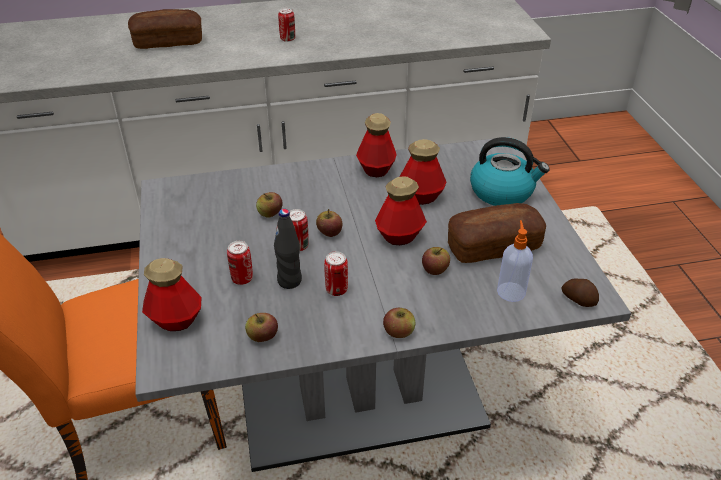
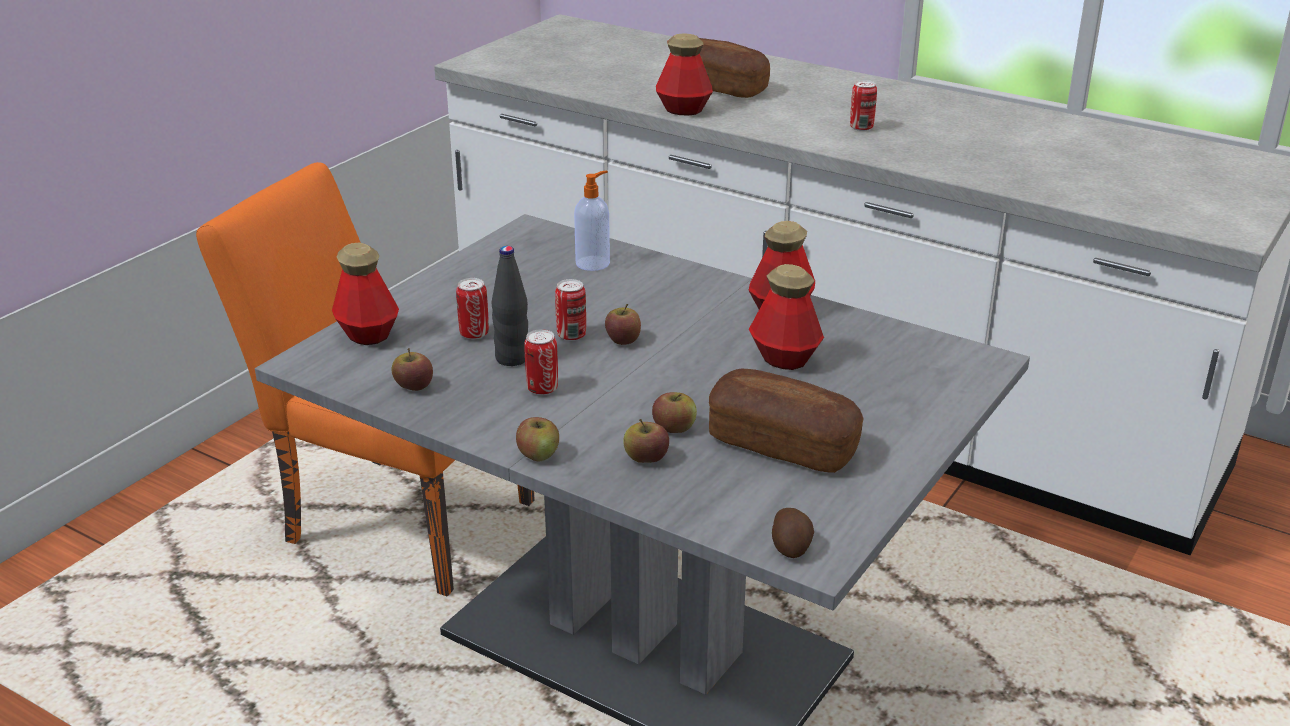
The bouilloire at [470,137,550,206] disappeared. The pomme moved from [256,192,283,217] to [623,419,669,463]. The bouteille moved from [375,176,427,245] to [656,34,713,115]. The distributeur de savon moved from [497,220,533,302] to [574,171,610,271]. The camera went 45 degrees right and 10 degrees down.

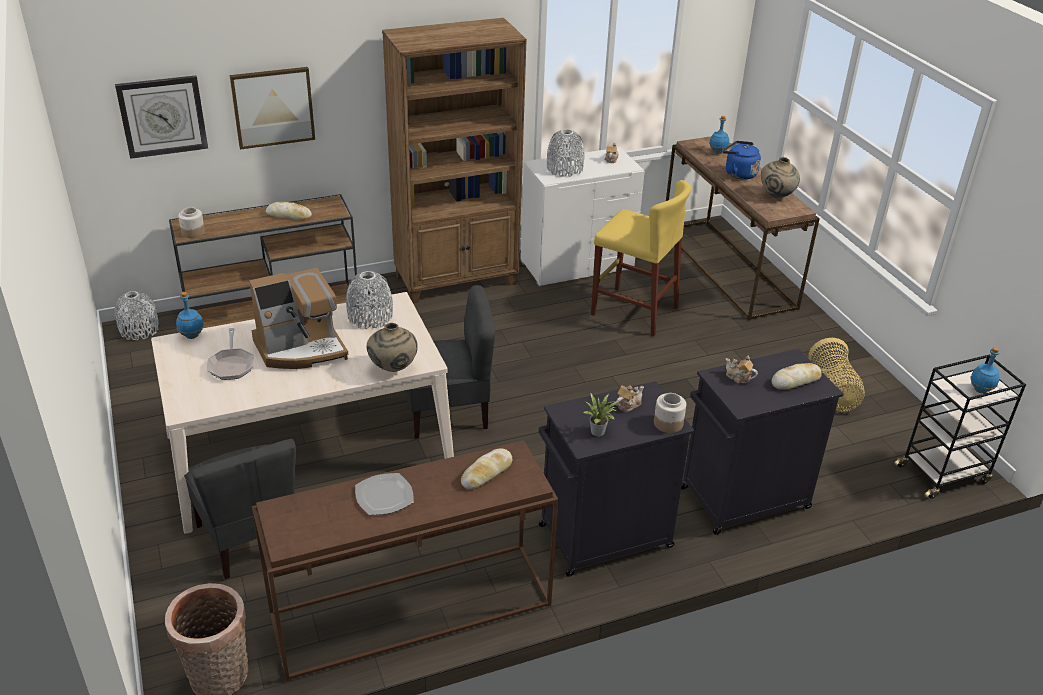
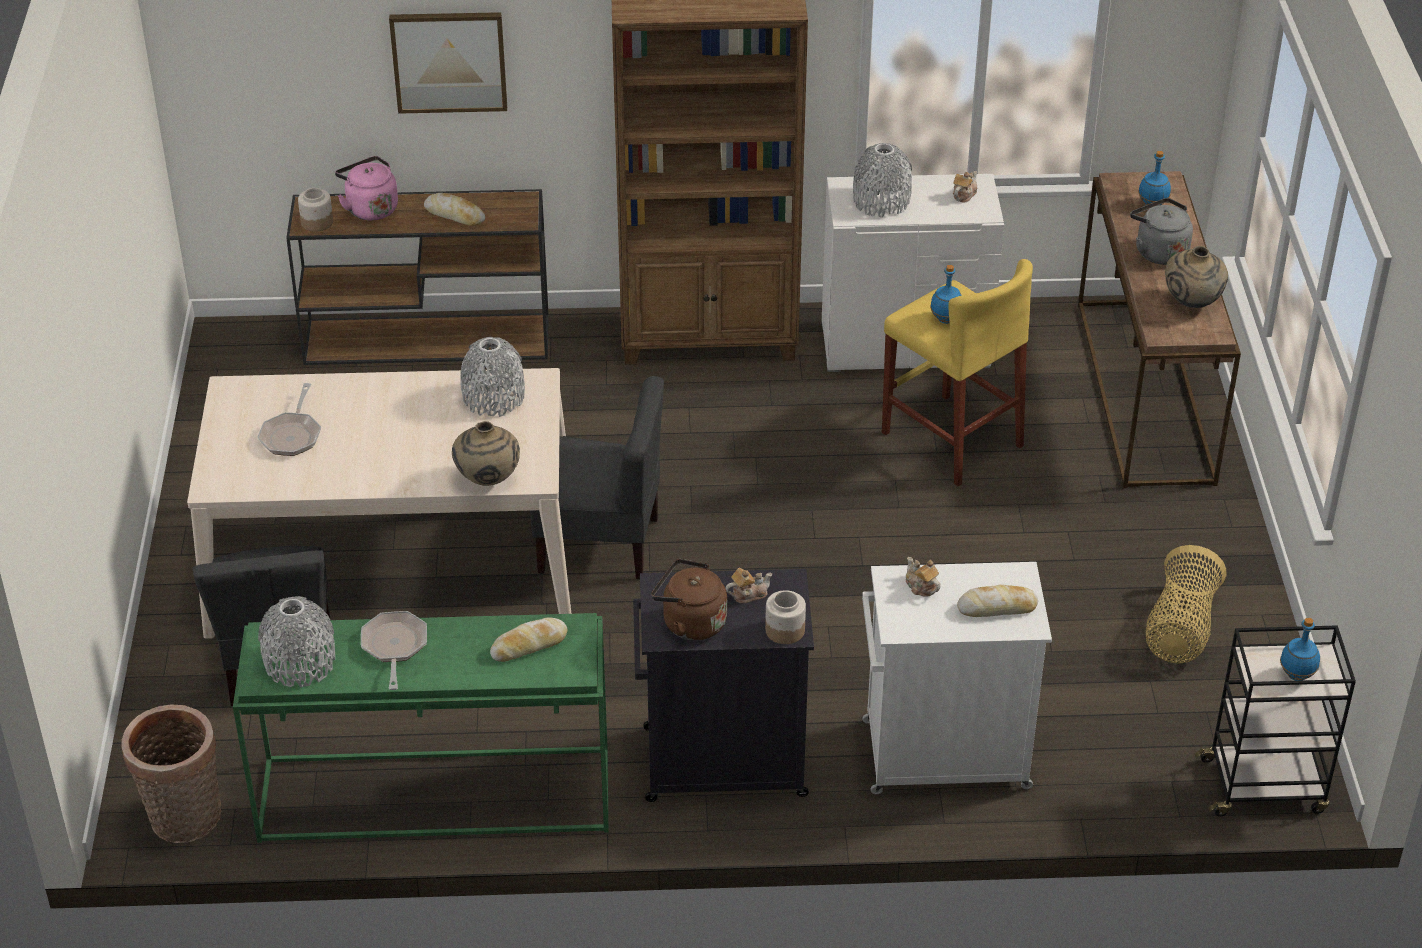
The horloge murale at [115,75,208,159] disappeared. The machine à café at [249,268,348,369] disappeared. The bouilloire (rose) at [335,156,398,221] appeared. The vase (gris) moved from [114,291,159,340] to [258,596,335,687]. The bouteille (bleu) moved from [176,292,204,339] to [930,265,962,324]. The assiette at [355,473,414,515] was replaced by the poêle at [361,611,427,690]. The plante en pot at [583,393,620,436] was replaced by the bouilloire (marron) at [651,559,727,640]. The table console (marron) at [252,441,558,682] became the table console (vert) at [233,613,609,843]. The meuble de rangement (noir) at [681,349,844,535] became the meuble de rangement (blanc) at [862,562,1052,794]. The bouilloire (bleu) at [722,141,761,180] became the bouilloire (gris) at [1130,198,1193,265]. The camera went 20 degrees right and 5 degrees up.

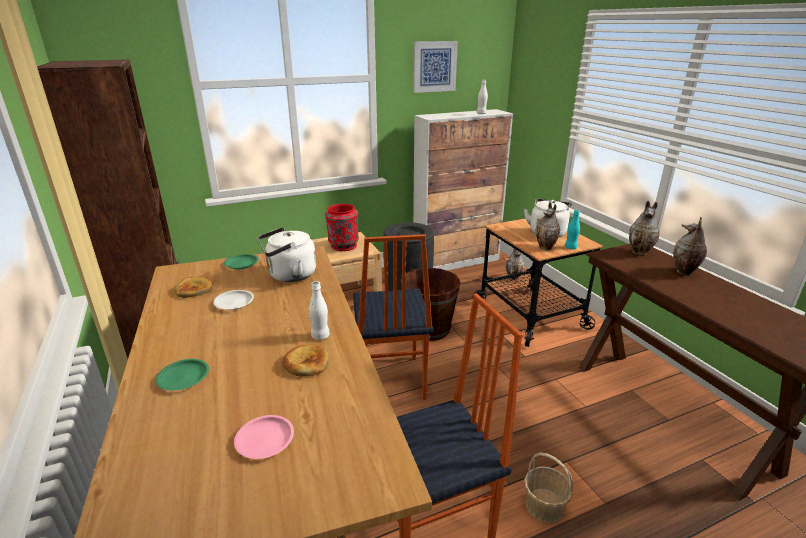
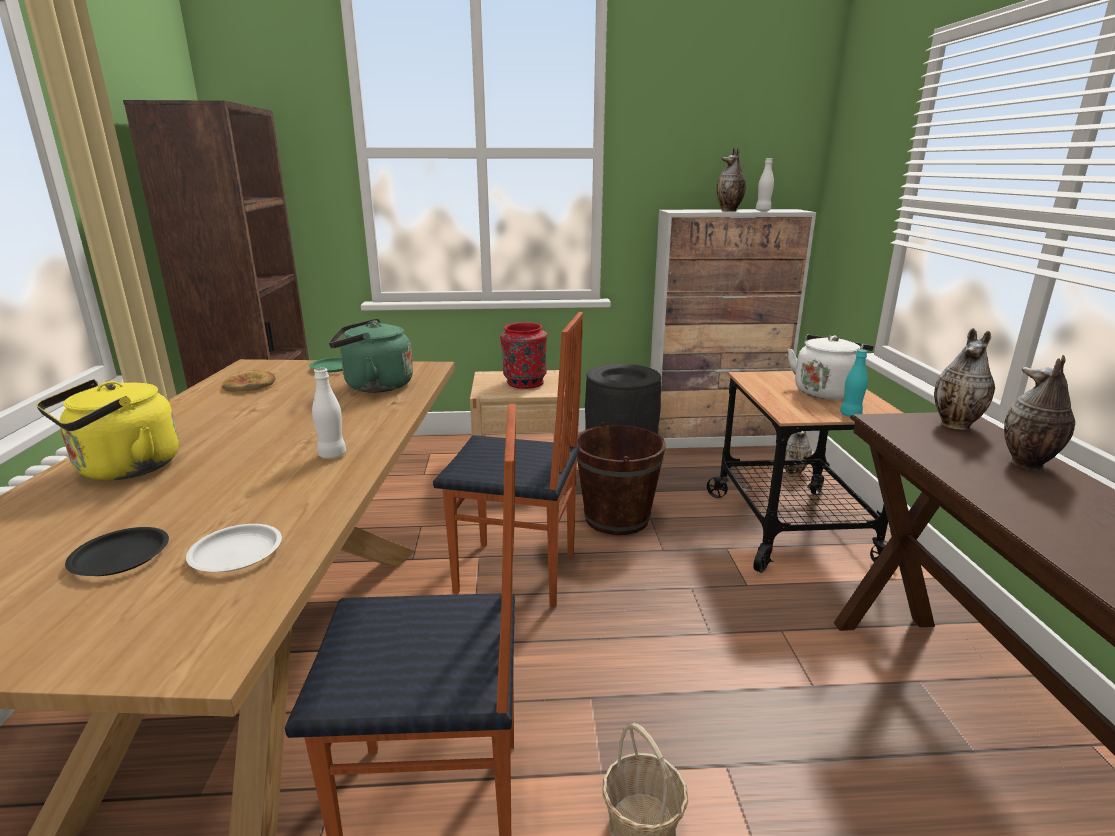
The pain at [282,345,329,376] disappeared. The tableau at [413,41,458,93] disappeared. The assiette (blanc) moved from [213,290,254,310] to [186,524,282,572]. The vase moved from [536,202,560,250] to [717,148,746,211]. The assiette (vert) at [156,359,209,390] was replaced by the bouilloire (jaune) at [36,379,179,481]. The assiette (rose) at [234,415,294,459] became the assiette (noir) at [65,527,169,576]. The bouilloire (blanc) at [257,227,316,282] became the bouilloire (vert) at [329,318,413,393]. The chaise at [353,234,434,400] turned 90 degrees counterclockwise. The camera went 20 degrees right and 5 degrees down.

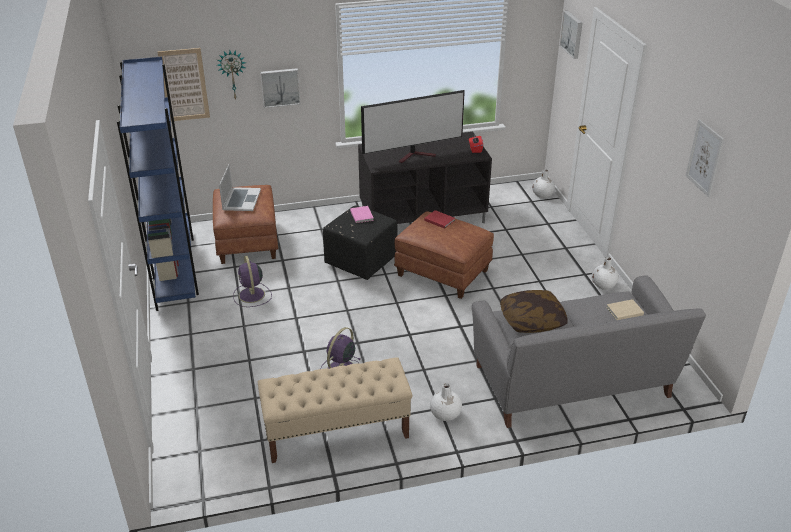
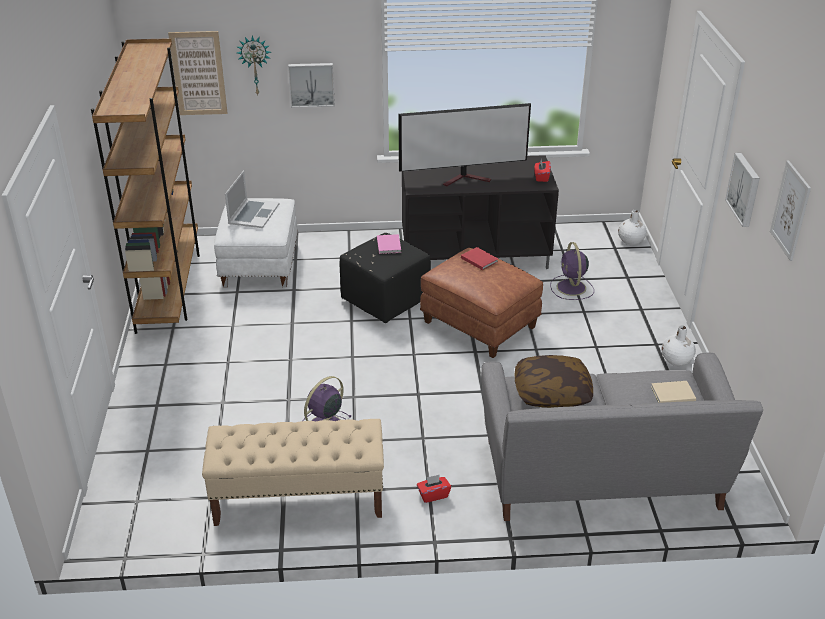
The ventilateur (violet) moved from [233,256,272,307] to [550,242,594,300]. The tableau moved from [559,11,582,59] to [725,153,760,227]. The vase (blanc) at [430,383,462,421] was replaced by the boîte à mouchoirs (rouge) at [417,475,451,503]. The bibliothèque (bleu) at [117,57,199,311] became the bibliothèque (marron) at [91,38,200,334]. The pouf (marron) at [213,185,278,264] became the pouf (blanc) at [214,198,298,287]. The camera went 10 degrees right and 0 degrees up.

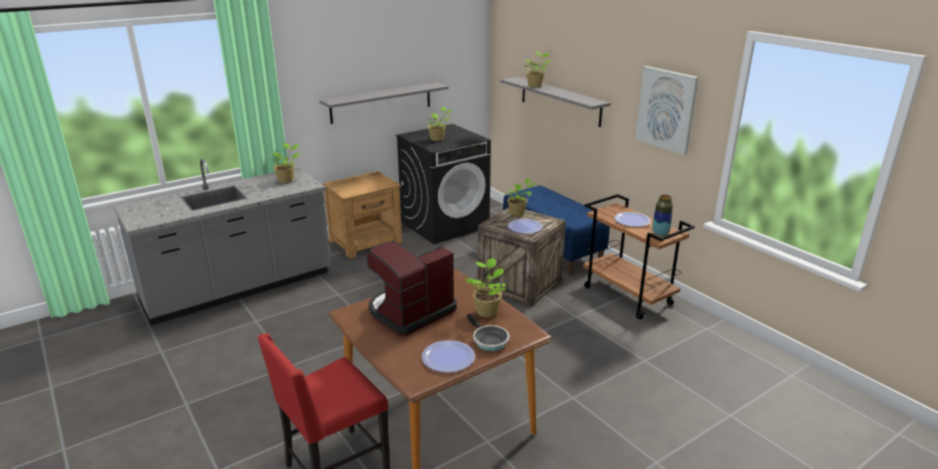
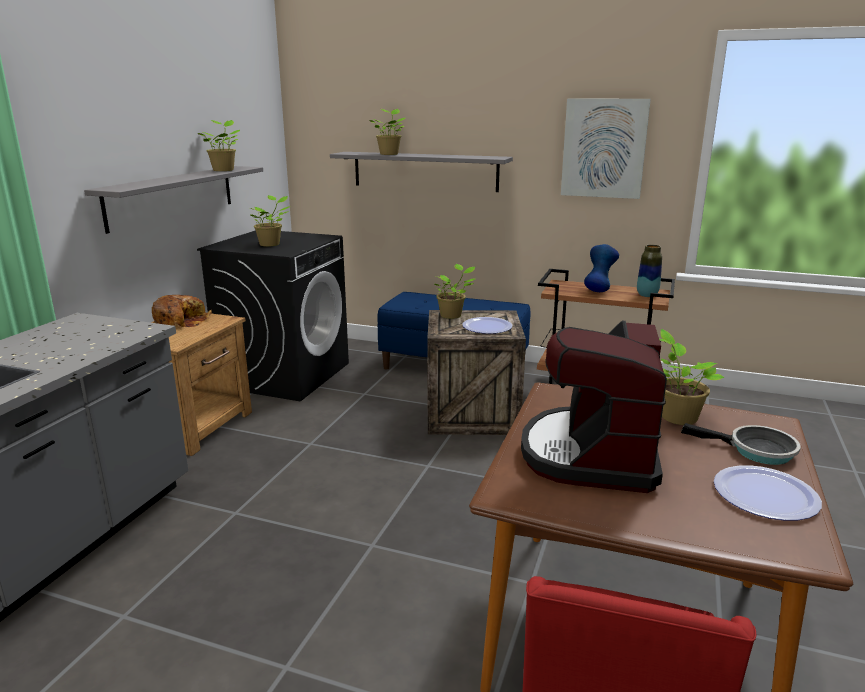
The pain at [152,295,212,327] appeared. The plante en pot moved from [272,143,300,183] to [198,120,240,171]. The assiette at [614,212,651,227] was replaced by the vase (bleu) at [584,244,619,292]. The camera went 35 degrees left and 5 degrees down.

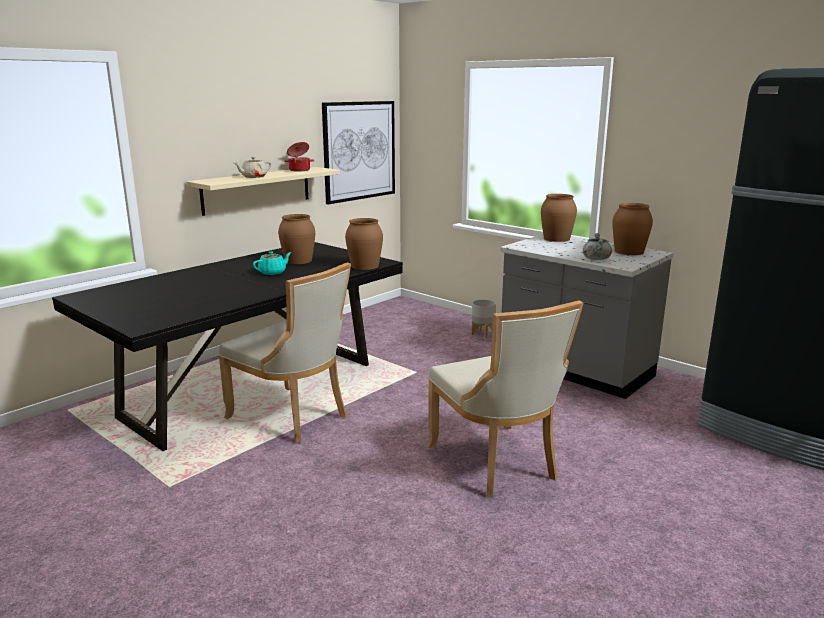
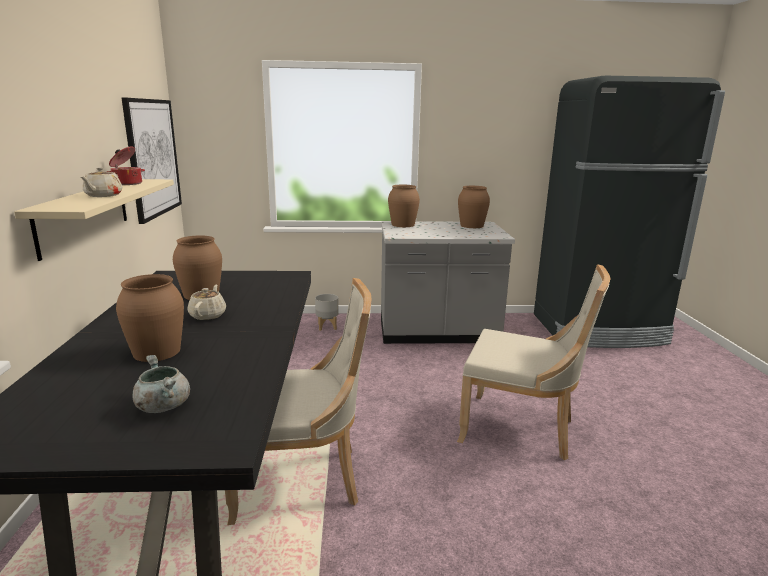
The vase (marron) moved from [345,218,383,270] to [116,274,184,362]. The marmite (gris) moved from [583,233,612,260] to [133,355,190,413]. The théière (turquoise) at [253,251,291,275] became the théière (beige) at [188,285,226,320]. The camera went 45 degrees left and 0 degrees up.

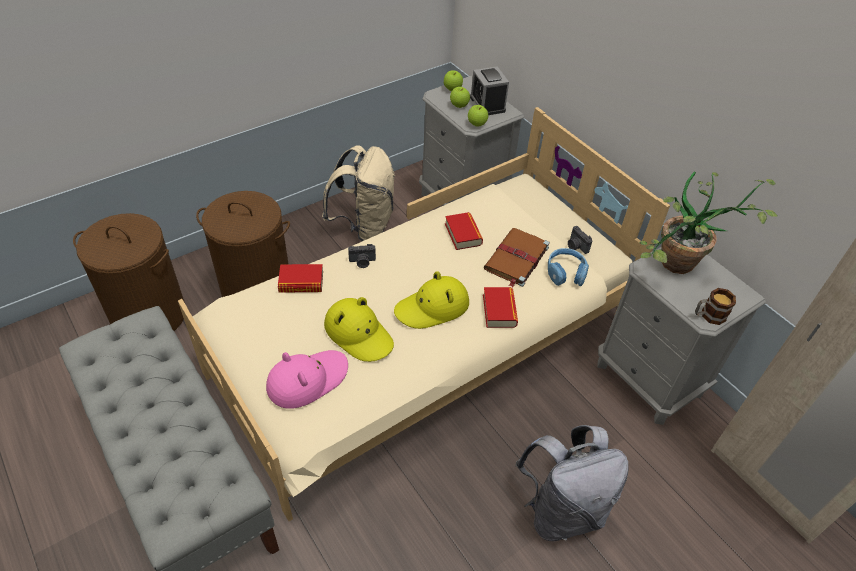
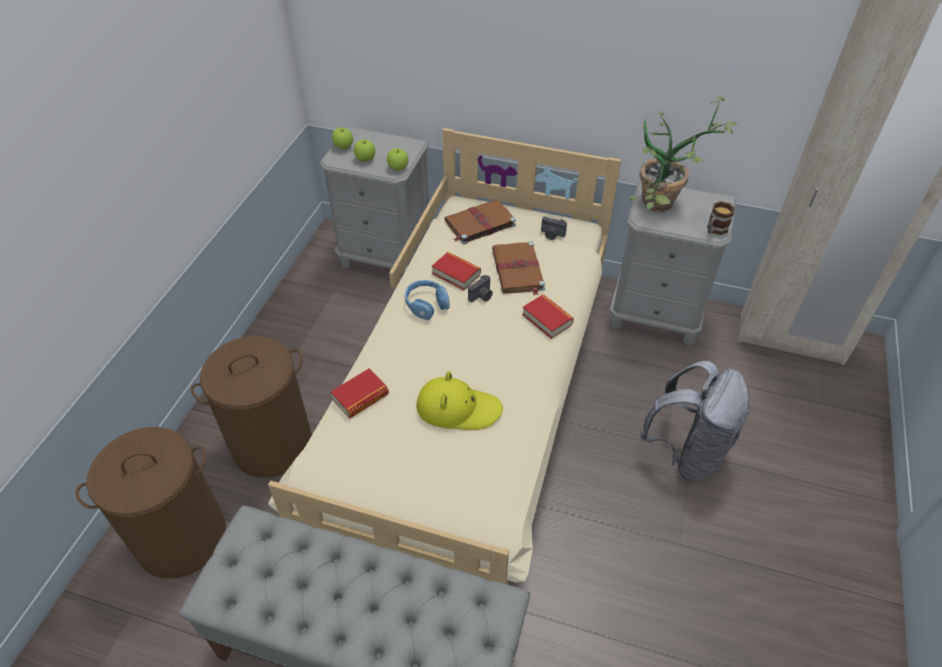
The chapeau (rose) at [266,350,348,409] disappeared. The sac à dos (beige) at [322,145,395,242] disappeared. The chapeau (jaune) at [394,271,469,329] disappeared. The réveil at [470,66,509,115] disappeared. The livre (marron) at [445,199,516,244] appeared. The appareil photo moved from [348,244,376,268] to [468,275,493,302]. The casque audio (bleu) moved from [548,248,589,286] to [404,280,450,320]. The camera went 35 degrees left and 0 degrees up.

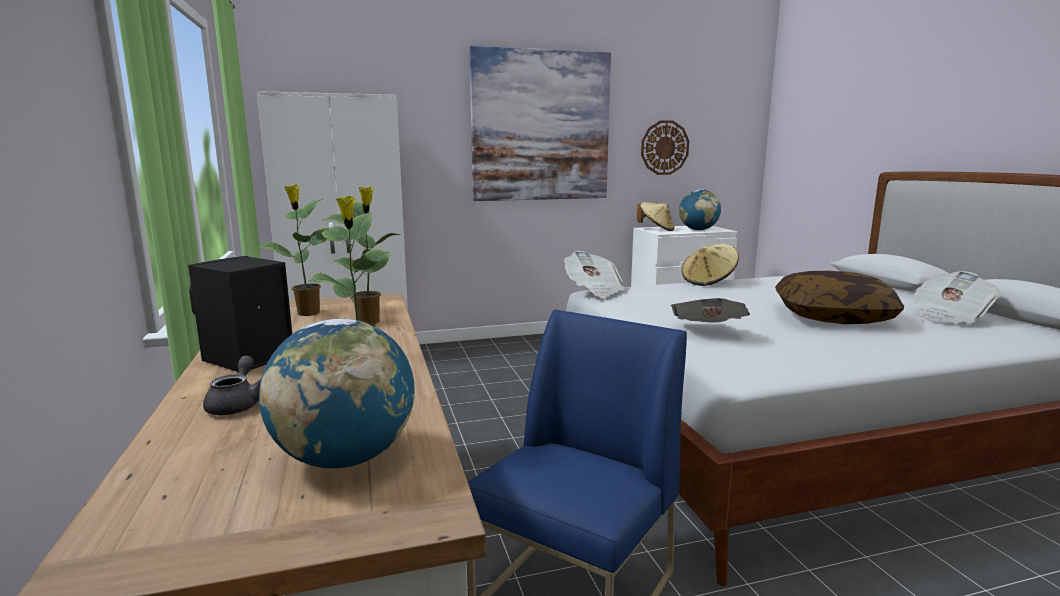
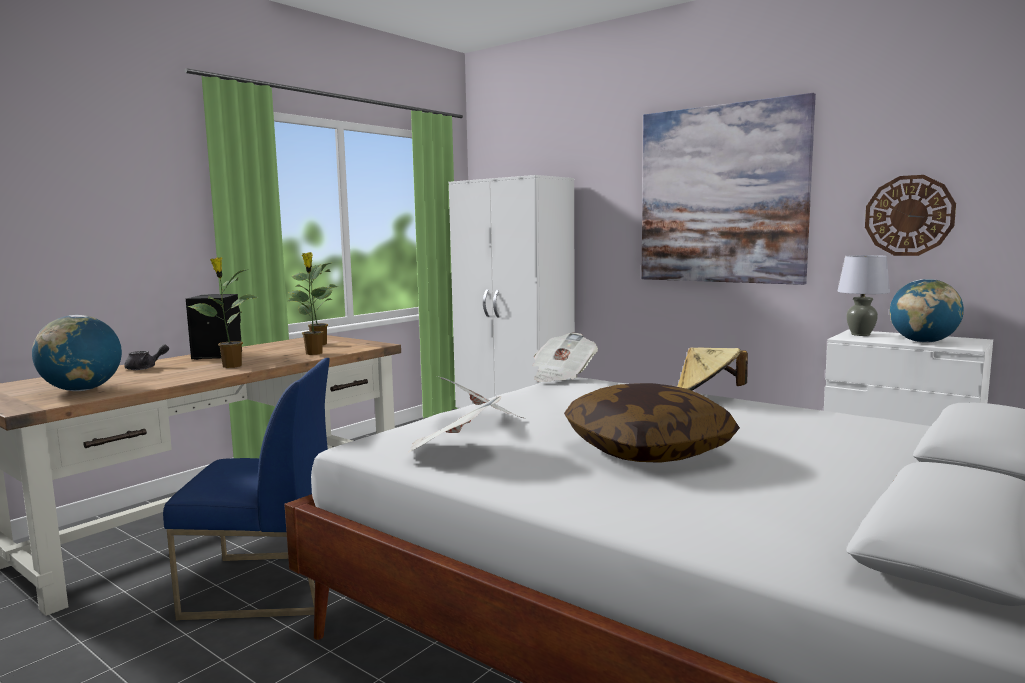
The journal moved from [913,271,1001,323] to [408,396,502,453]. The chapeau (beige) at [637,202,674,231] was replaced by the lampe de table (gris) at [837,255,890,336]. The camera went 55 degrees right and 5 degrees down.

